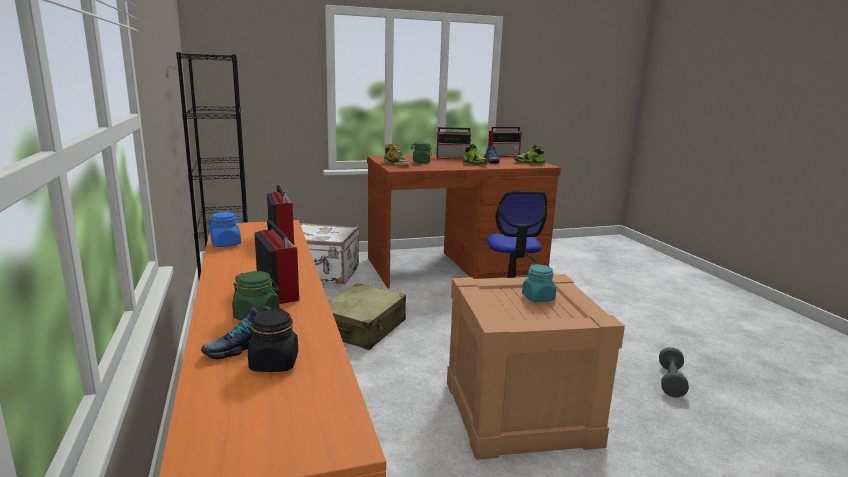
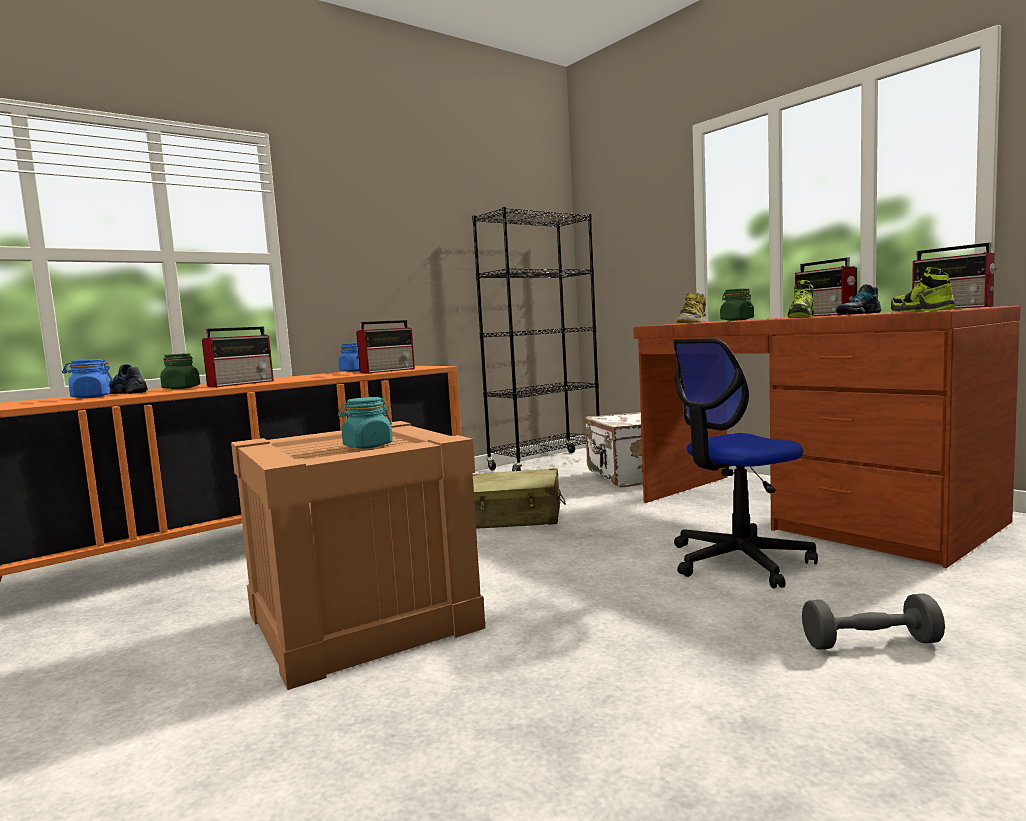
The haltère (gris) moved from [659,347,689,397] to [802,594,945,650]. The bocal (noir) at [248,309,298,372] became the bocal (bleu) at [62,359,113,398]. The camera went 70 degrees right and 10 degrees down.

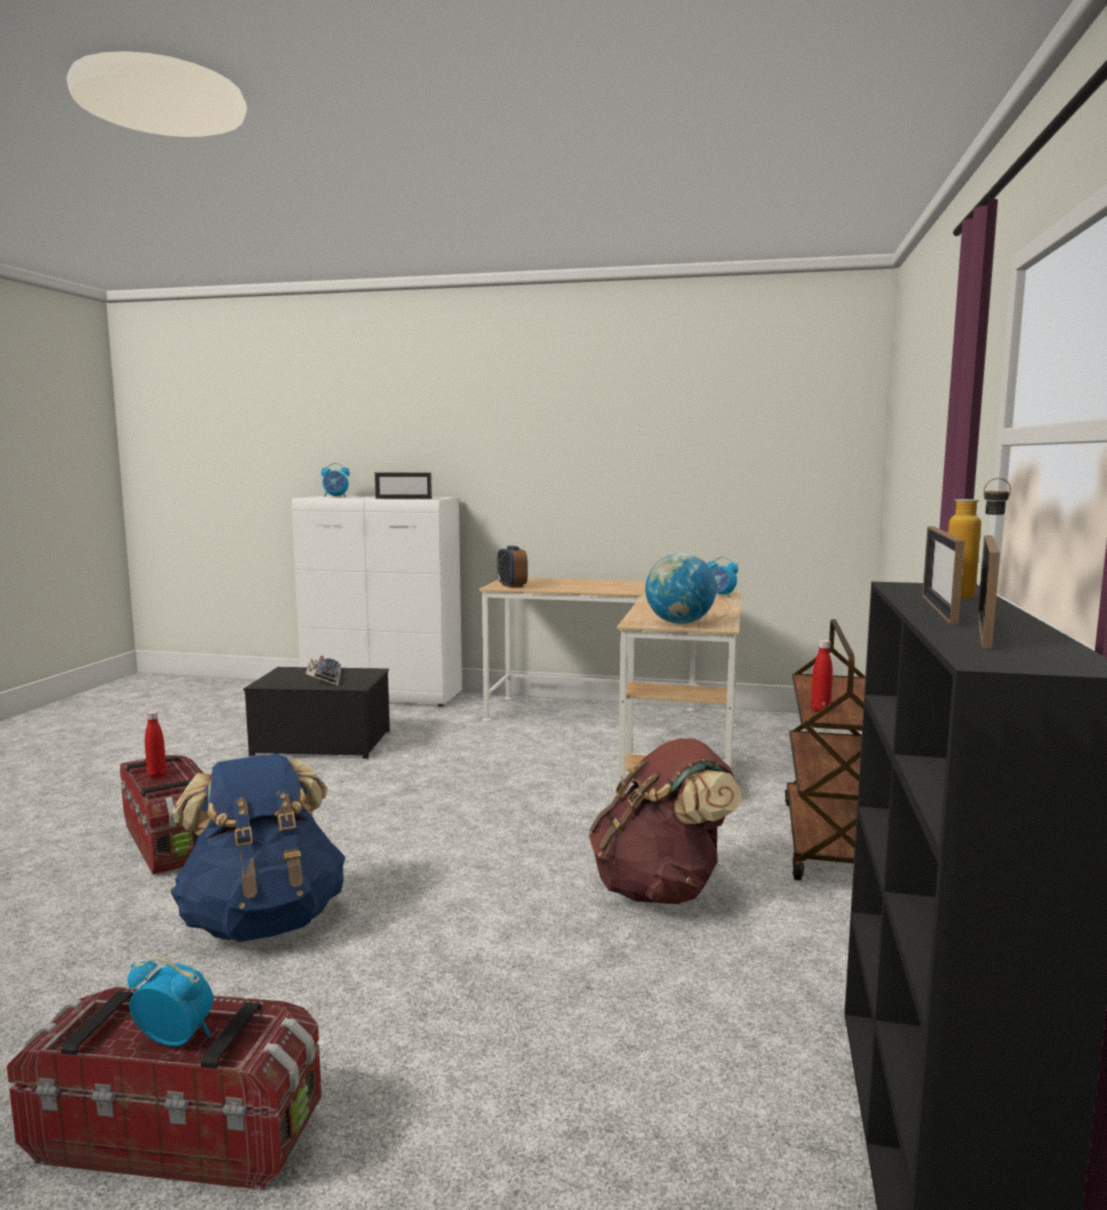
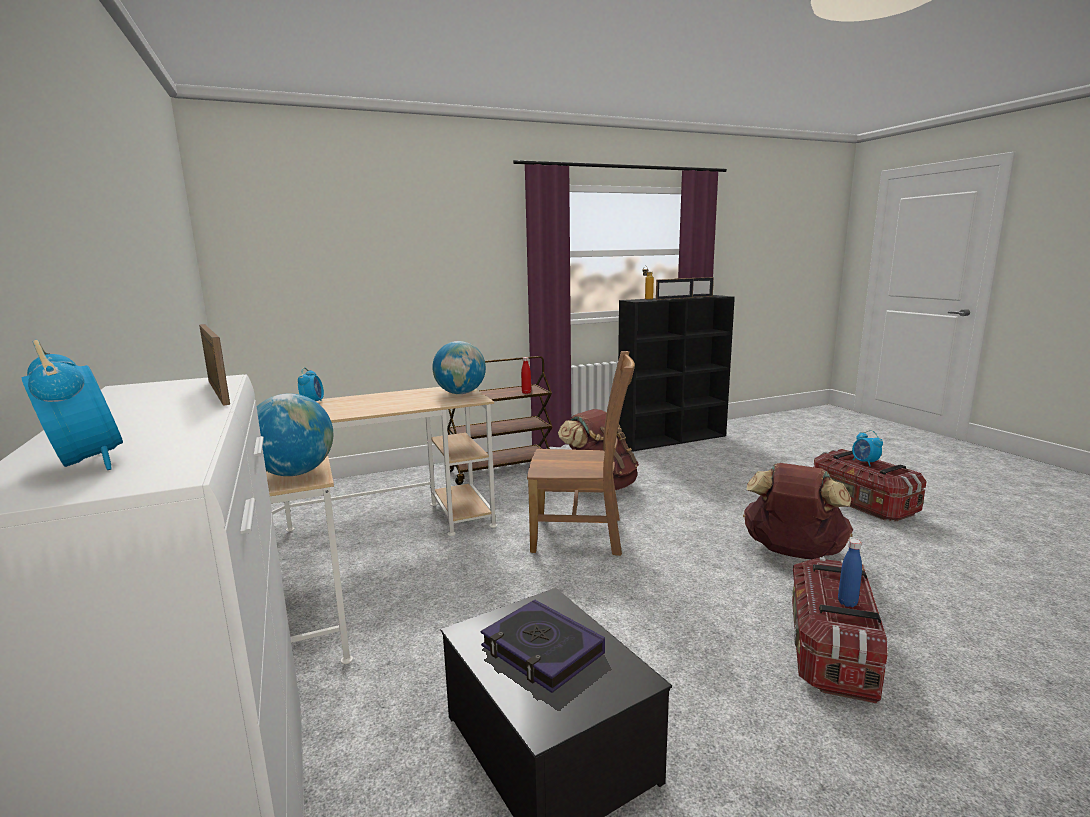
The chaise (marron) at [527,351,635,556] appeared. The clavier at [305,655,341,685] was replaced by the livre at [481,600,605,693]. The réveil at [497,546,528,588] was replaced by the globe at [257,394,333,476]. The bouteille (rouge) at [145,711,166,778] became the bouteille (bleu) at [838,539,862,607]. The sac à dos (bleu) at [171,753,345,942] became the sac à dos (marron) at [743,463,853,559]. The camera went 125 degrees left and 5 degrees up.

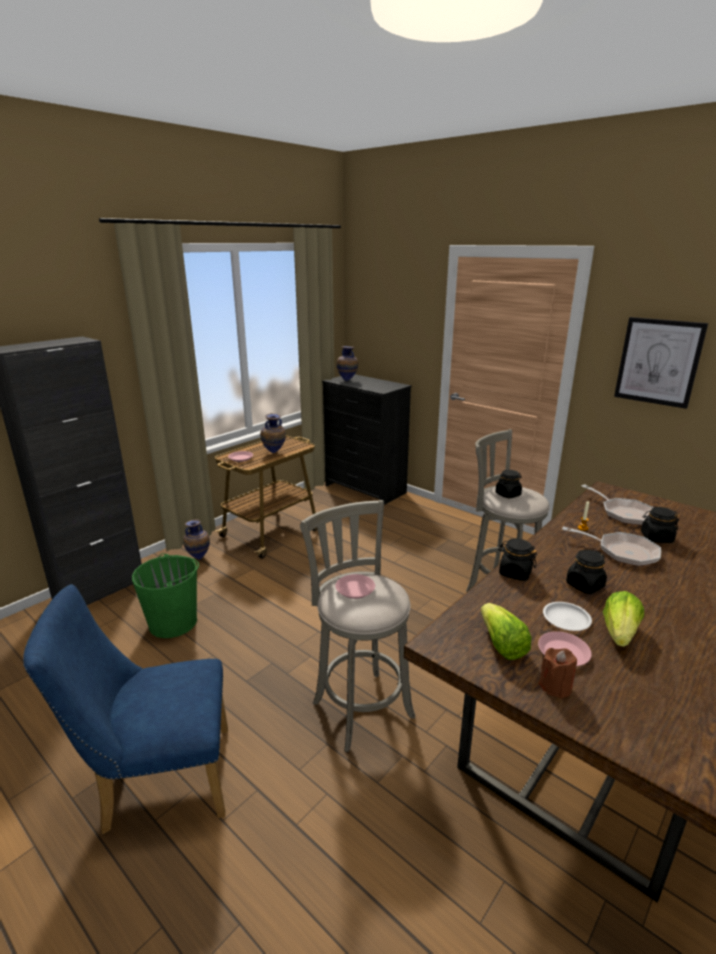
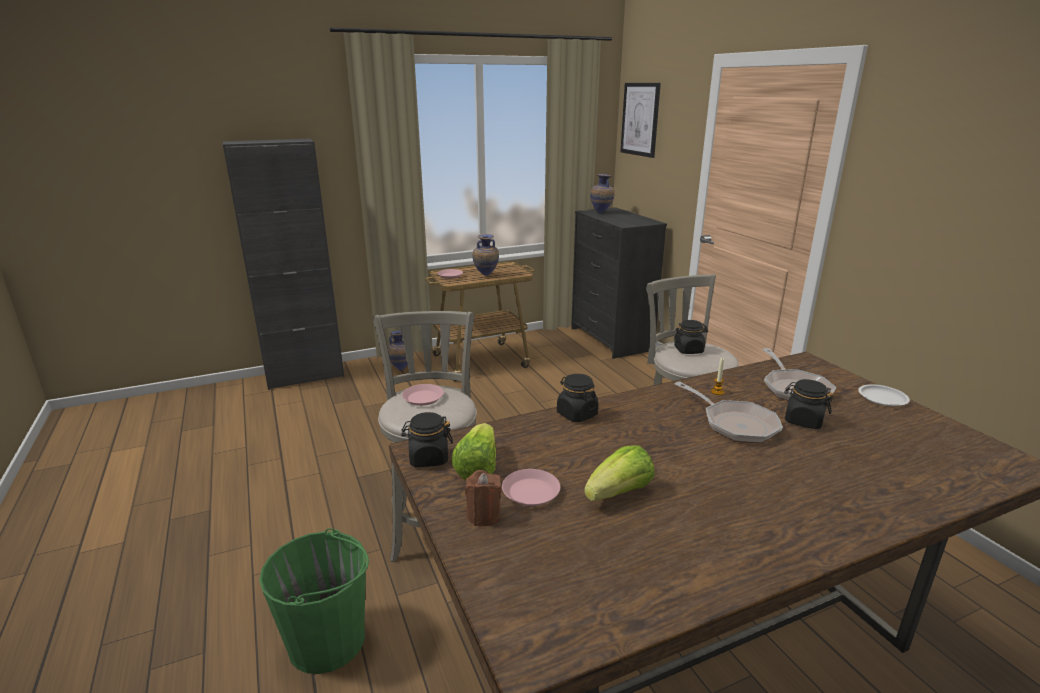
The chaise (bleu) at [23,584,228,834] disappeared. The seau (vert) moved from [132,553,199,638] to [259,528,369,674]. The assiette (blanc) moved from [543,602,592,631] to [858,384,910,406]. The bocal (noir) moved from [566,550,607,594] to [401,412,453,467]. The tableau moved from [614,317,708,409] to [620,83,661,158]. The camera went 25 degrees right and 0 degrees up.

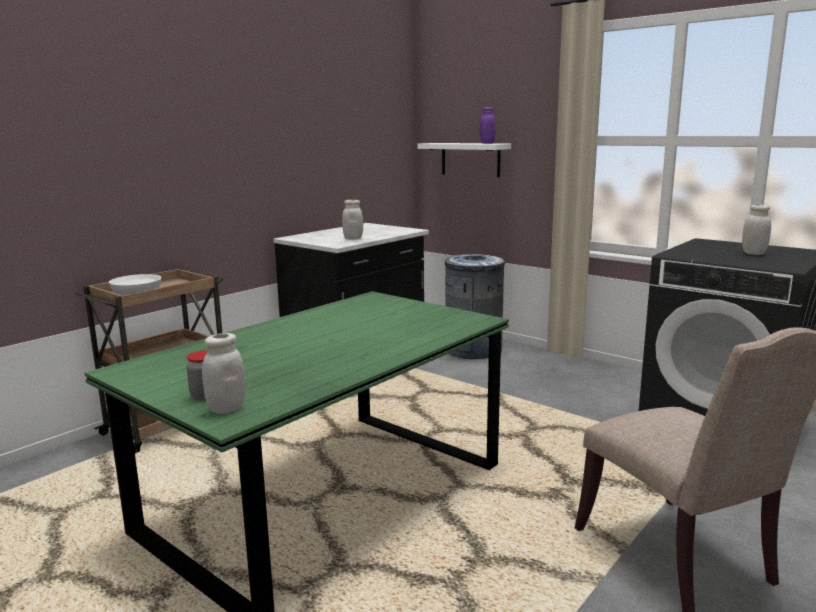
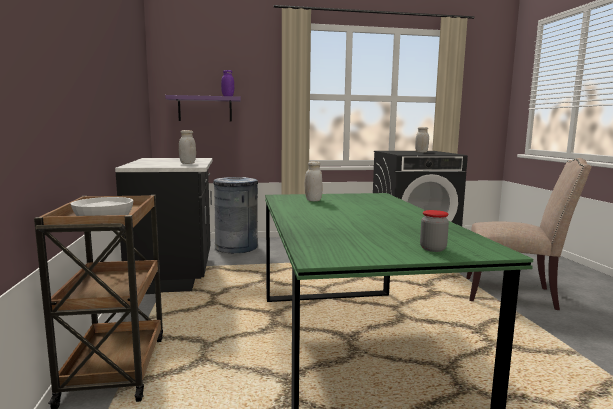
The bocal (blanc) moved from [202,333,246,414] to [305,161,323,201]. The étagère (blanc) at [417,143,511,177] became the étagère (violet) at [165,95,241,122]. The camera went 50 degrees left and 5 degrees down.

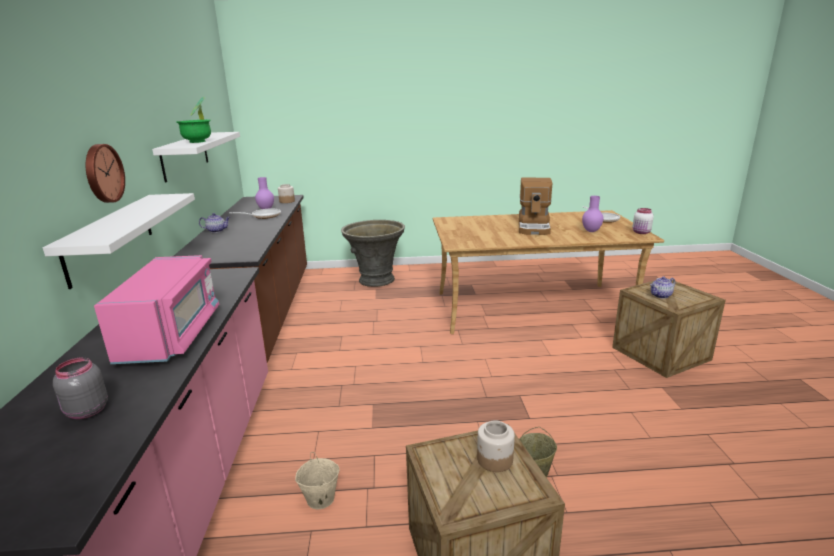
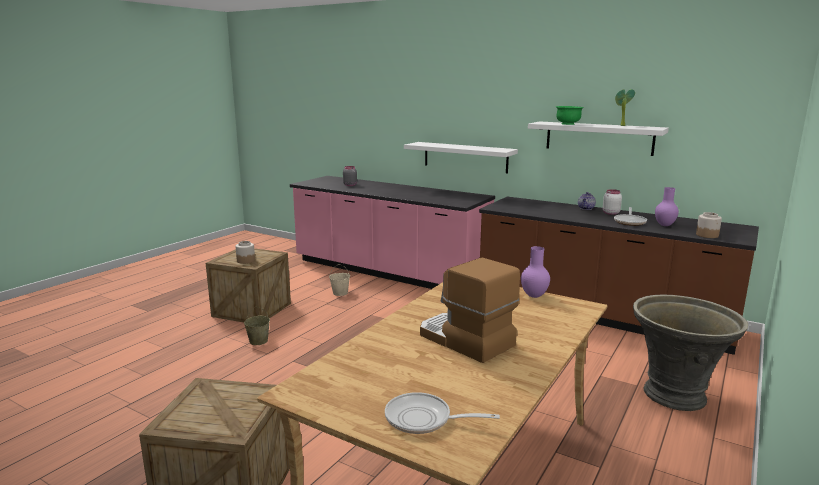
The horloge murale at [86,144,125,203] disappeared. The micro-ondes (rose) at [94,255,219,364] disappeared. The théière at [650,277,675,299] disappeared. The vase (violet) moved from [582,196,603,232] to [521,246,550,298]. The bocal (blanc) moved from [632,208,654,234] to [603,189,622,215]. The camera went 125 degrees right and 5 degrees down.

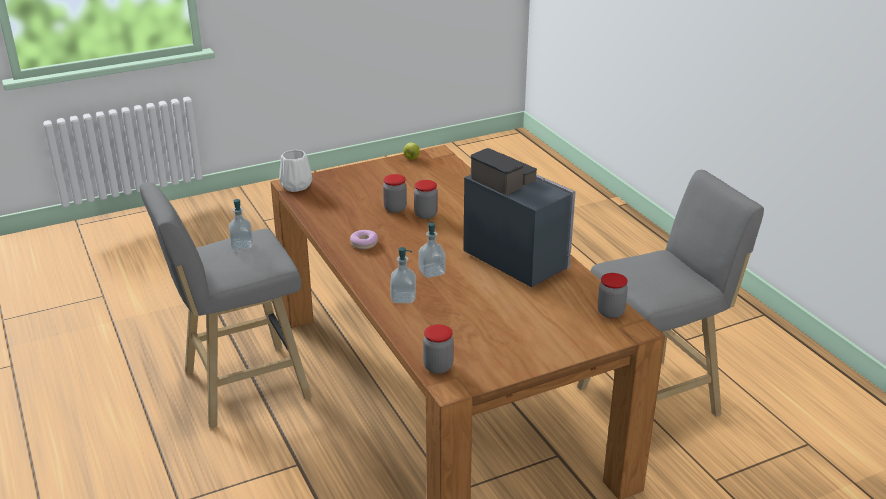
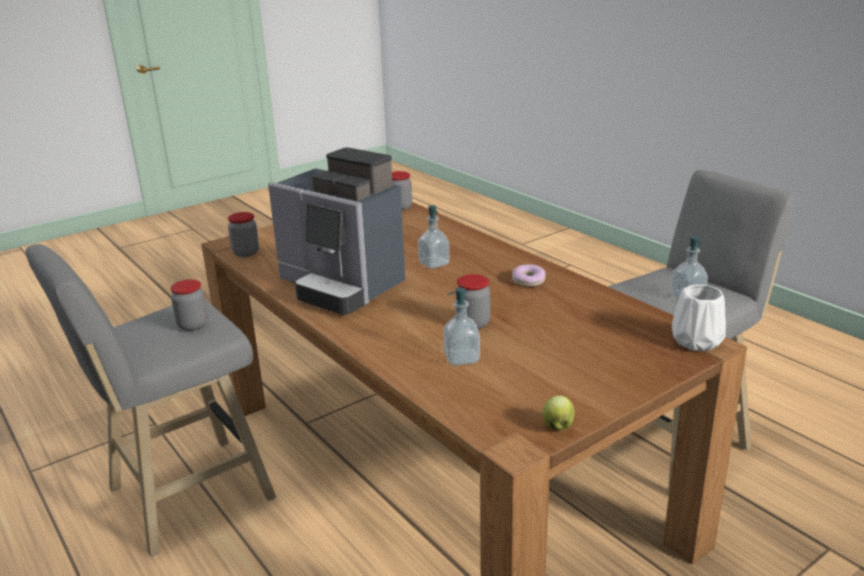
The bocal moved from [383,174,407,213] to [170,279,207,331]. The distributeur de savon moved from [390,247,416,303] to [443,287,480,366]. The camera went 170 degrees right and 5 degrees down.

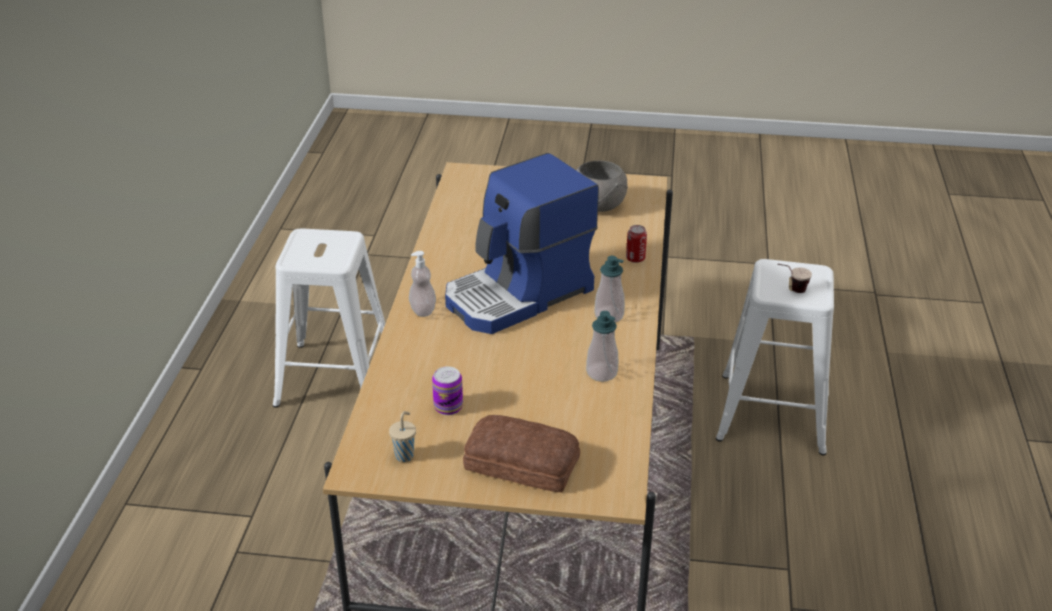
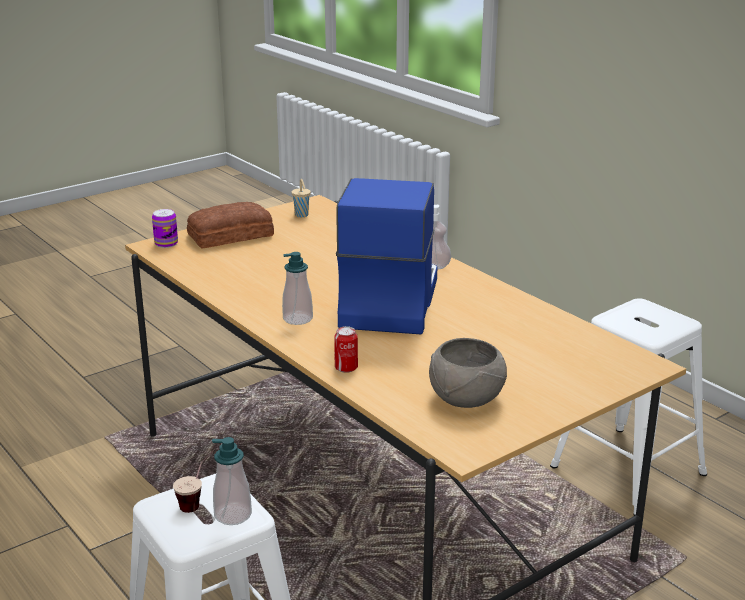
The boîte métallique moved from [432,366,463,415] to [152,209,178,248]. The distributeur de savon moved from [586,311,618,382] to [212,437,252,525]. The camera went 135 degrees right and 10 degrees down.

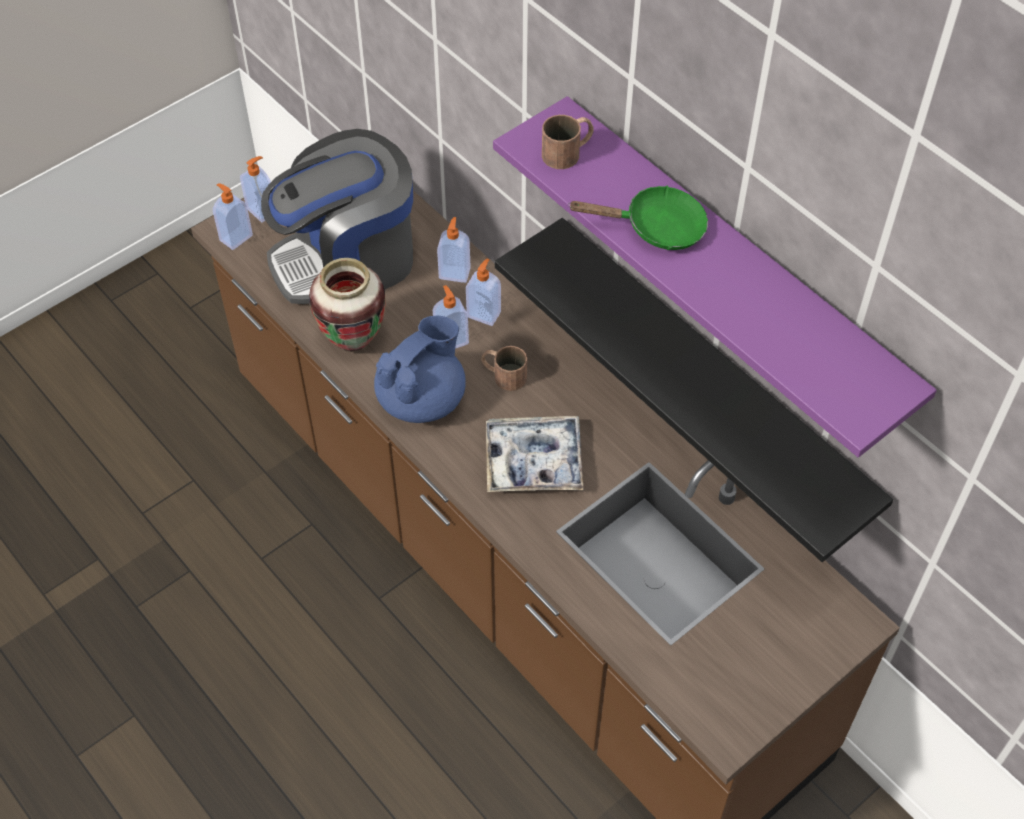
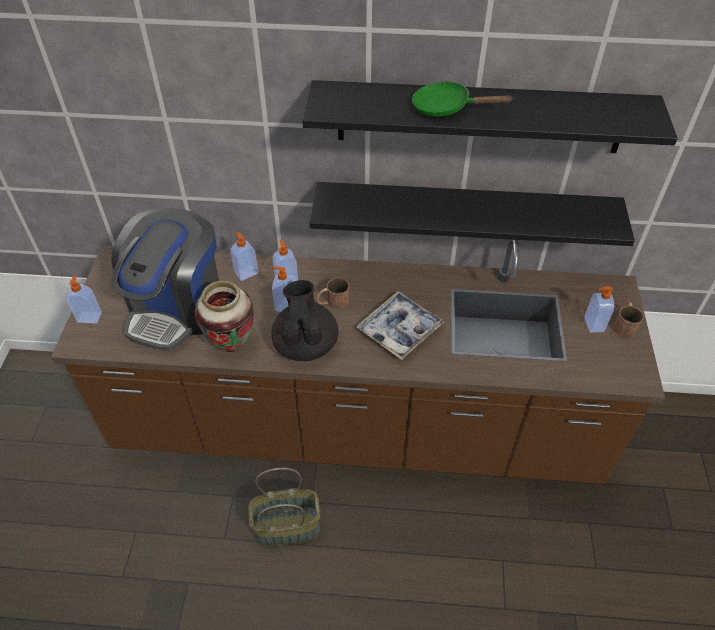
The panier at [248,468,320,546] appeared. The distributeur de savon moved from [213,183,253,250] to [584,286,614,333]. The mug (marron) moved from [542,115,594,169] to [613,302,644,338]. The théière (bleu) at [374,316,466,423] became the théière (noir) at [271,280,339,361]. The étagère (violet) at [493,96,937,458] became the étagère (noir) at [302,80,678,153]. The poêle (vert) at [568,186,708,250] turned 120 degrees counterclockwise. The camera went 45 degrees left and 5 degrees down.

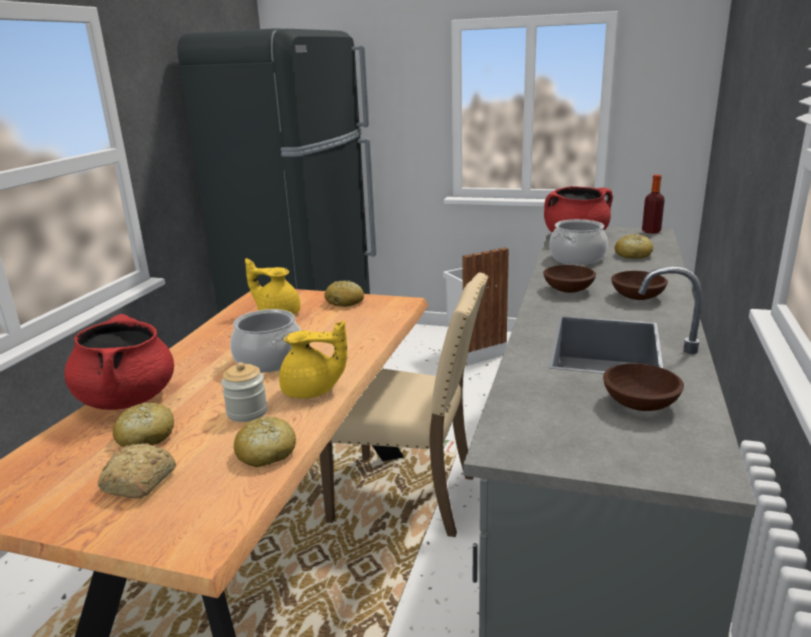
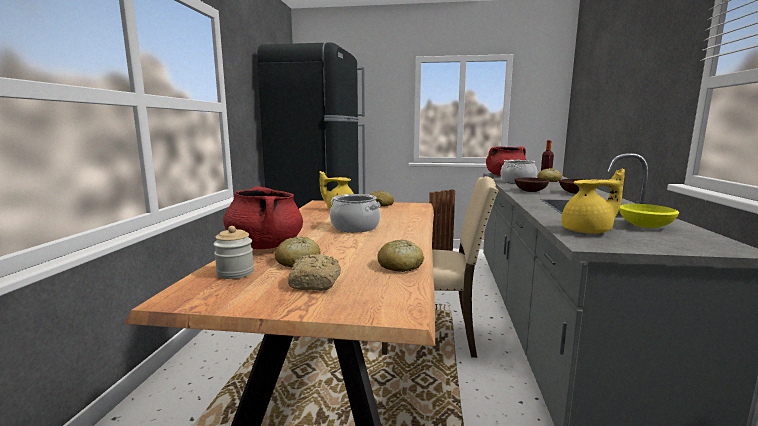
The bocal moved from [221,362,268,422] to [213,226,254,279]. The théière (jaune) moved from [279,320,347,398] to [562,169,625,234]. The bol (marron) at [603,363,684,411] became the bol (jaune) at [619,204,679,228]. The camera went 10 degrees left and 10 degrees down.

